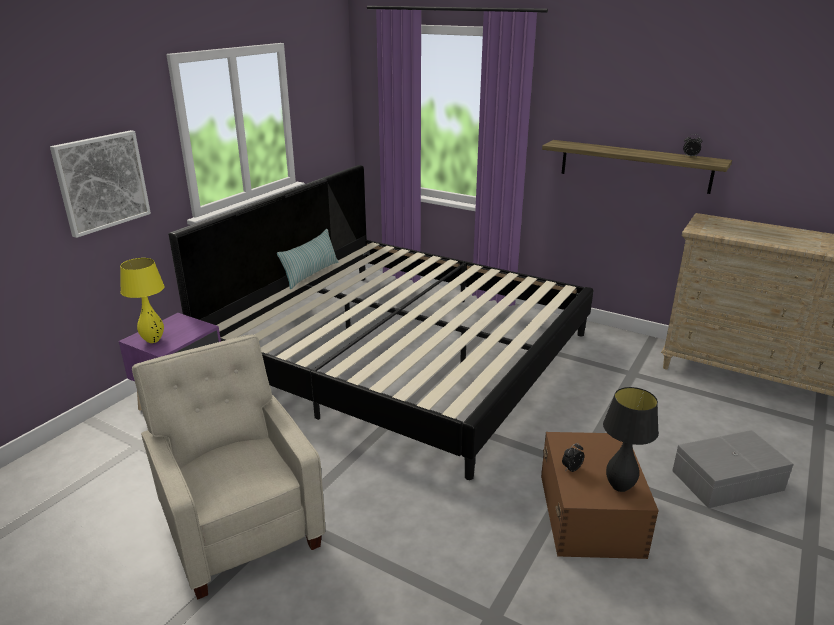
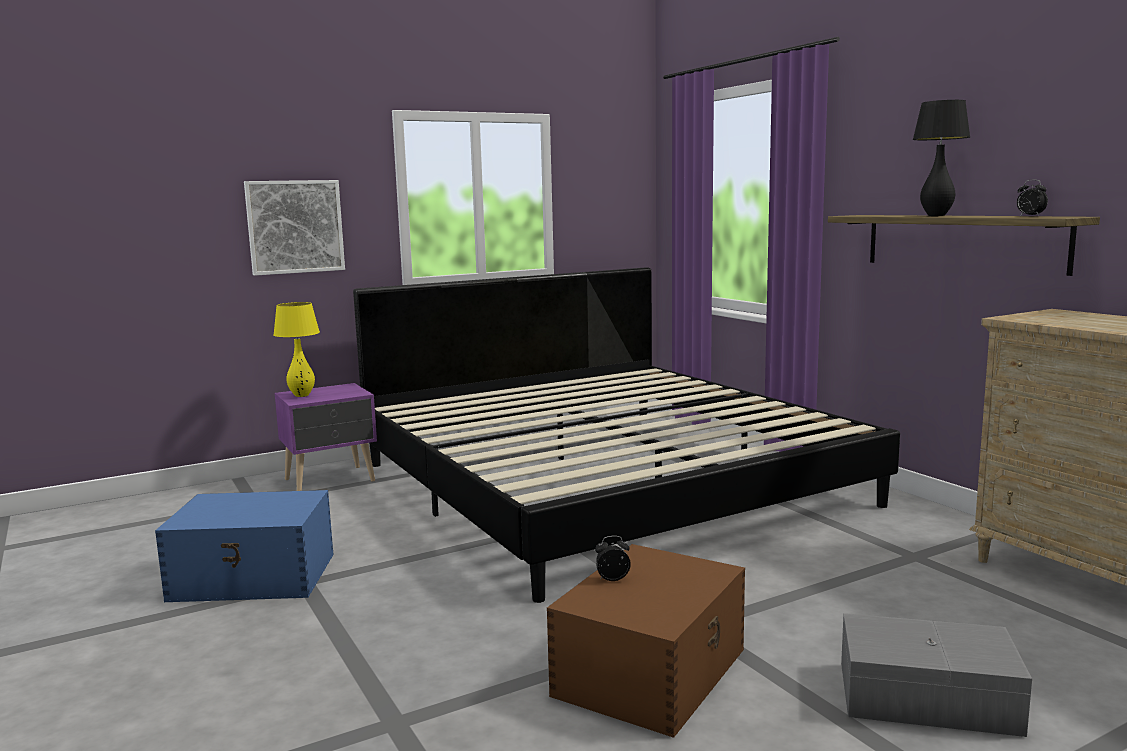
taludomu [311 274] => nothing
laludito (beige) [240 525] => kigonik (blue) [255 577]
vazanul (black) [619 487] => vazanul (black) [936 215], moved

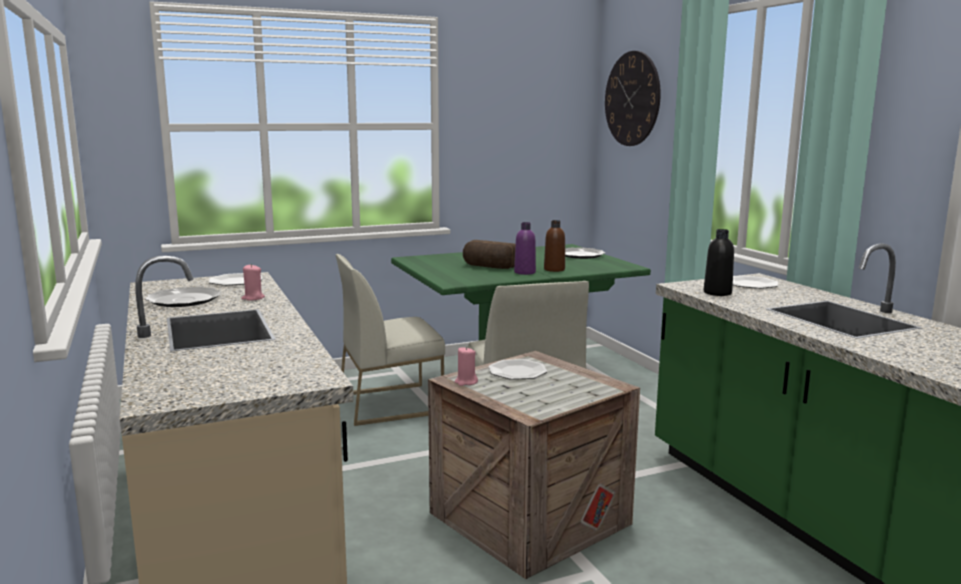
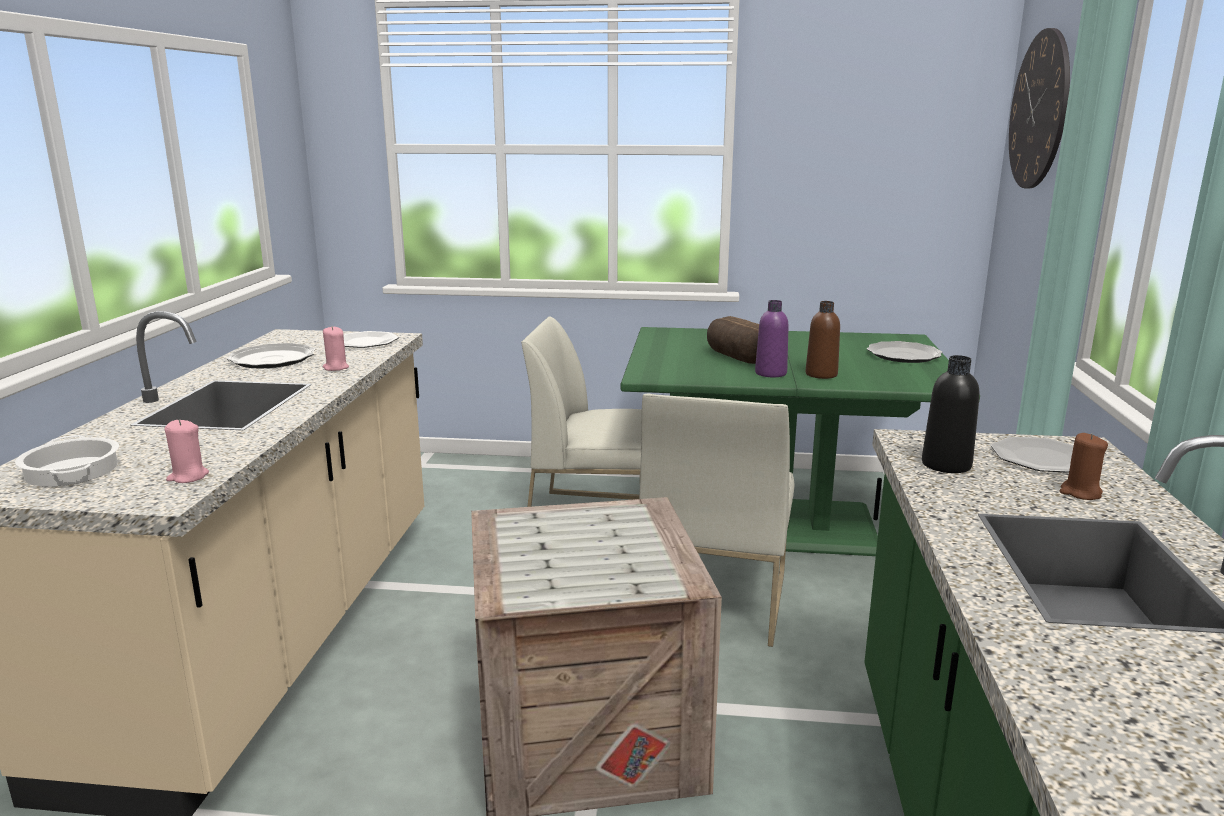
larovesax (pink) [466 382] => larovesax (pink) [188 477], moved
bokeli [517 371] => nothing
nothing => larovesax (brown) [1080 493]
nothing => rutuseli [73 470]

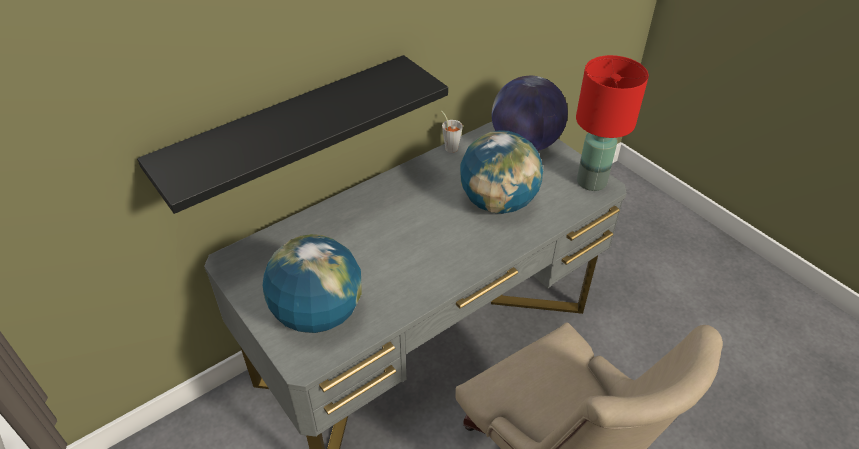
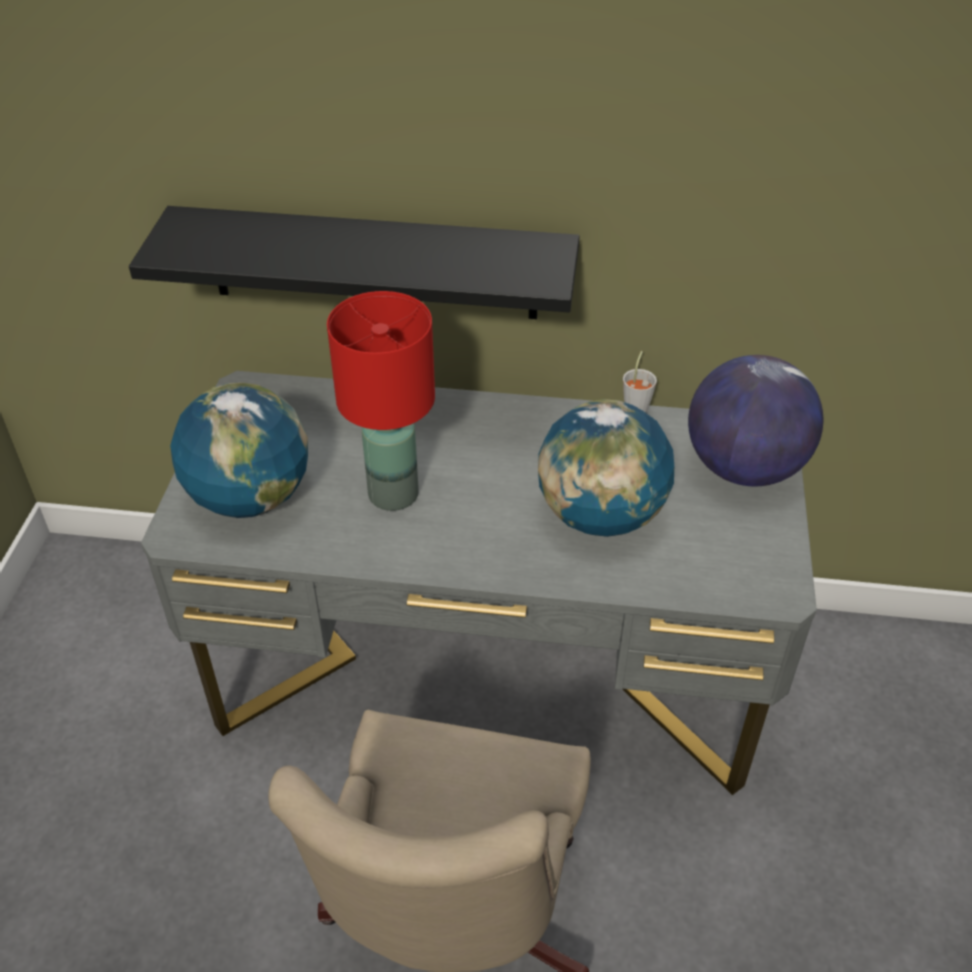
vazanul (red) [592 182] => vazanul (red) [393 495], moved

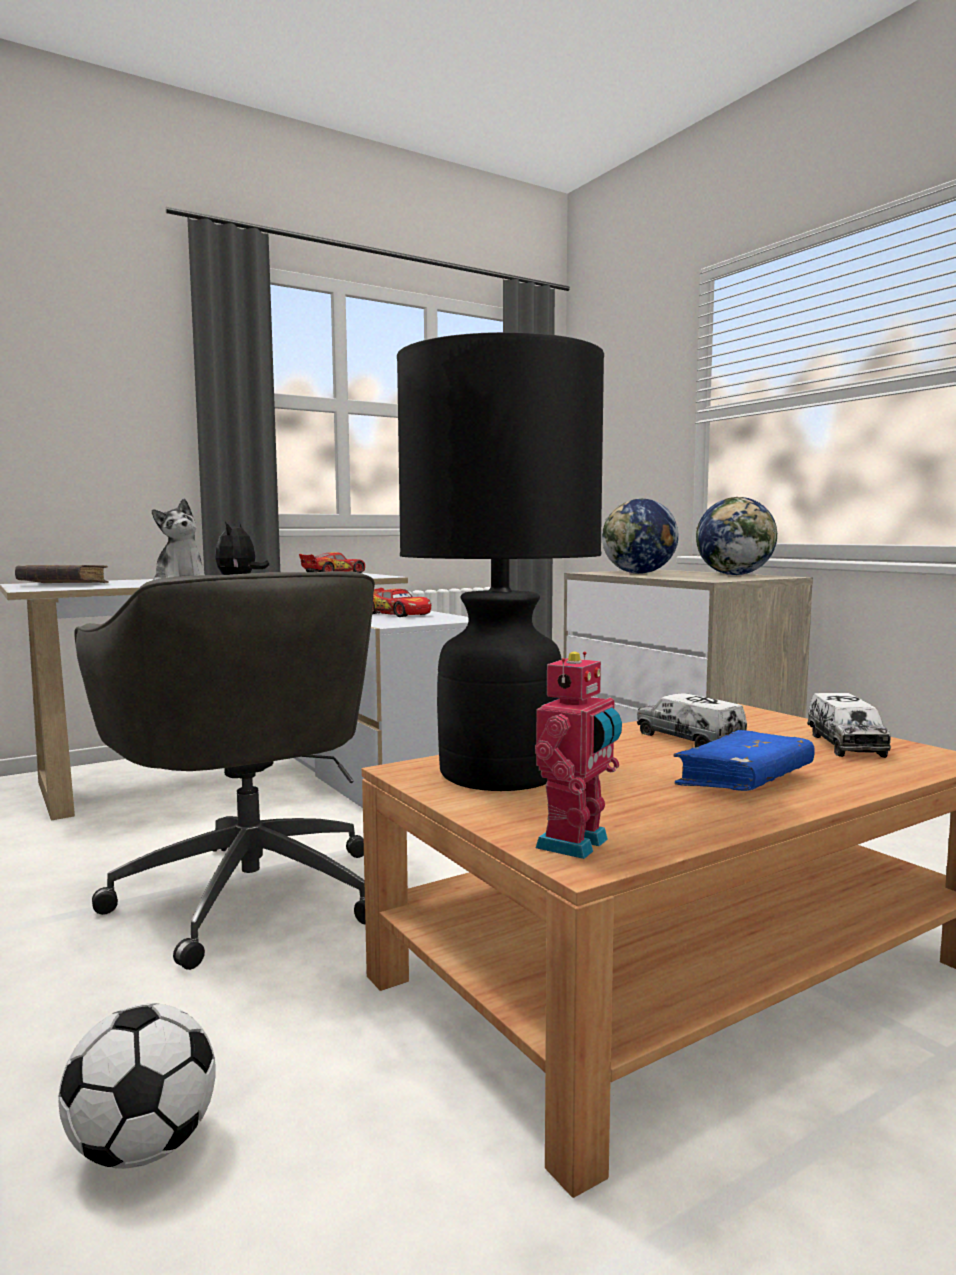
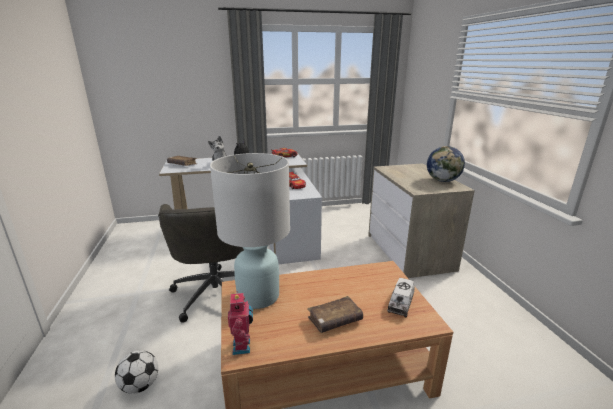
vazanul (black) [501 774] => vazanul (white) [258 296]
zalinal [639 573] => nothing
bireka [577 844] => bireka [243 346], 60 degrees counterclockwise
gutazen [689 739] => nothing
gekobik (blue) [744 779] => gekobik (brown) [335 320]

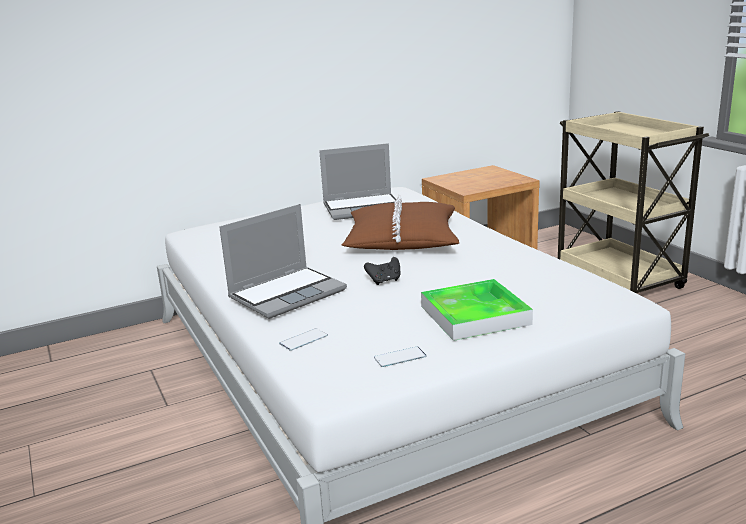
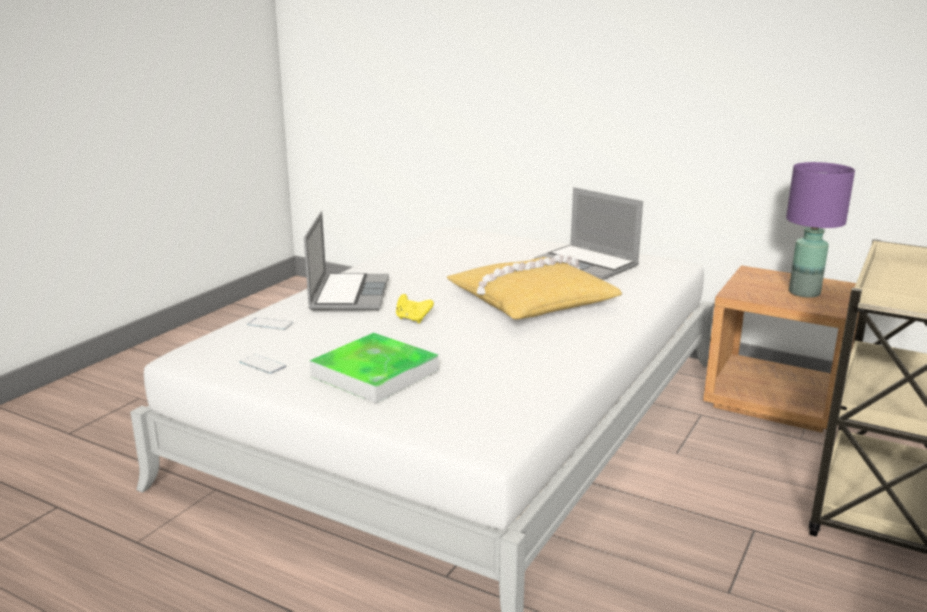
taludomu (brown) [402 239] => taludomu (yellow) [531 301]
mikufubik [288 293] => mikufubik [348 294], 105 degrees counterclockwise
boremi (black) [384 281] => boremi (yellow) [412 319]
nothing => vazanul (purple) [804 293]

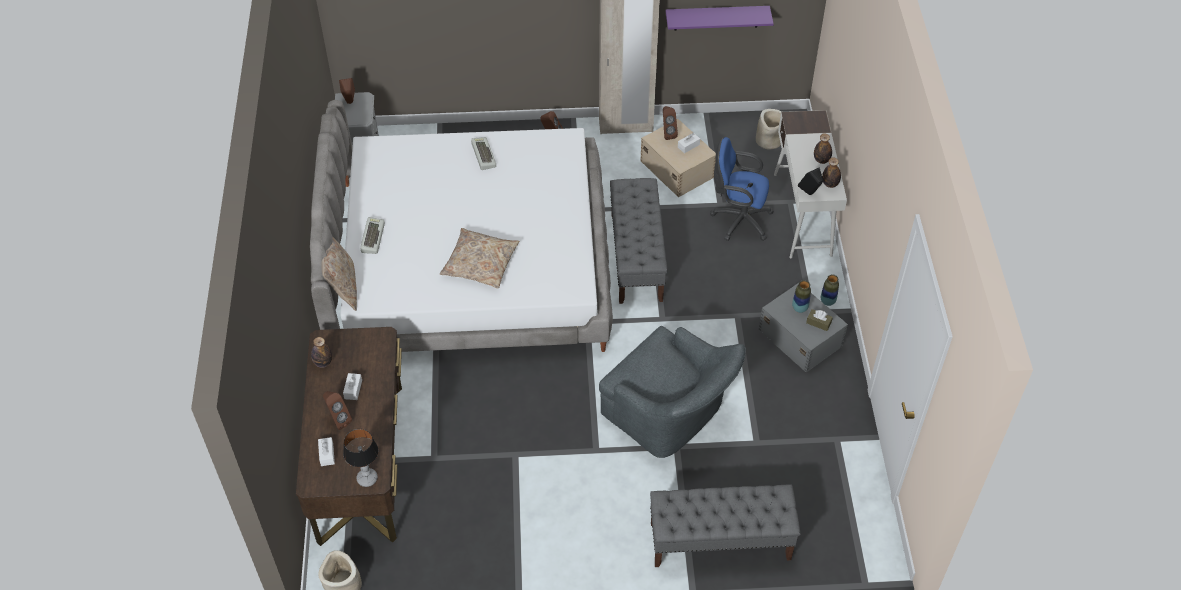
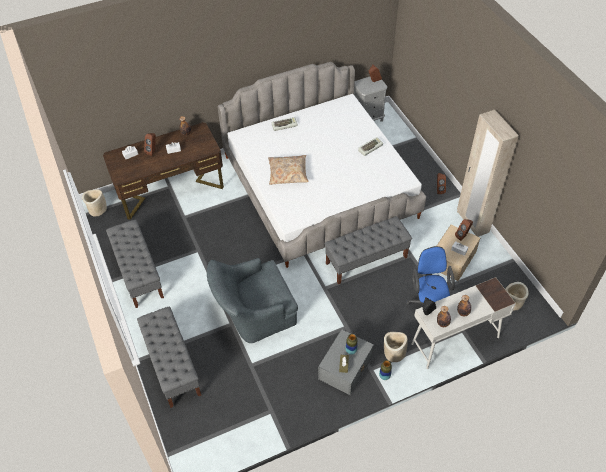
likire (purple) [716 17] => nothing
taludomu (beige) [342 287] => nothing
laludito (grey) [670 415] => laludito (grey) [253 314], 45 degrees clockwise
vazanul [366 479] => nothing
nothing => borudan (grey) [138 273]
nothing => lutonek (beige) [394 353]

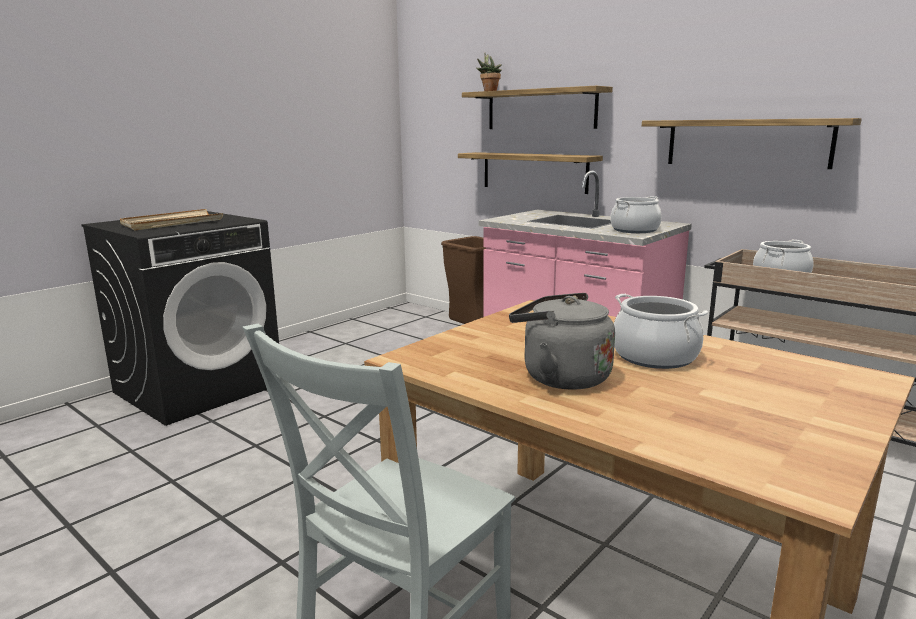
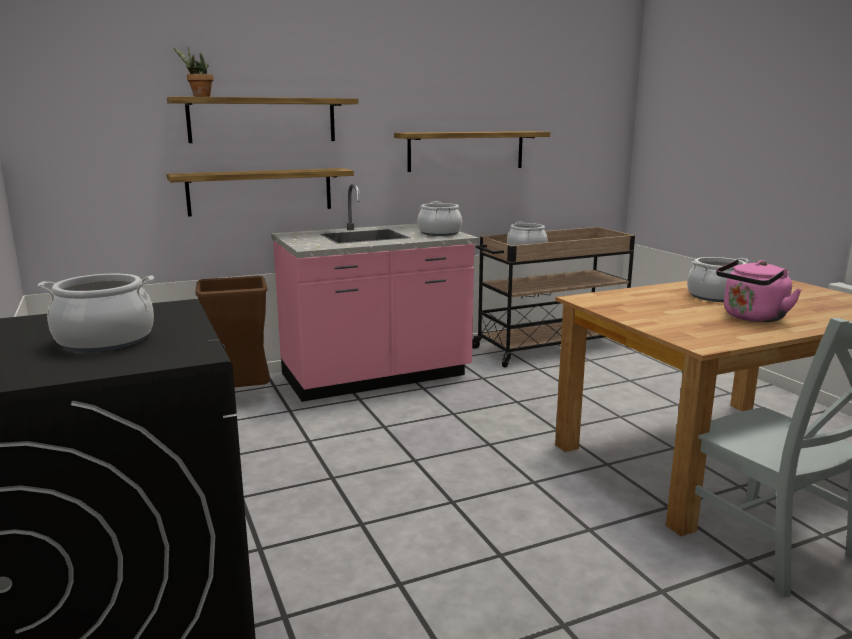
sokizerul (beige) [172 223] => rutuseli [105 340]
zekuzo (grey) [560 377] => zekuzo (pink) [752 318]

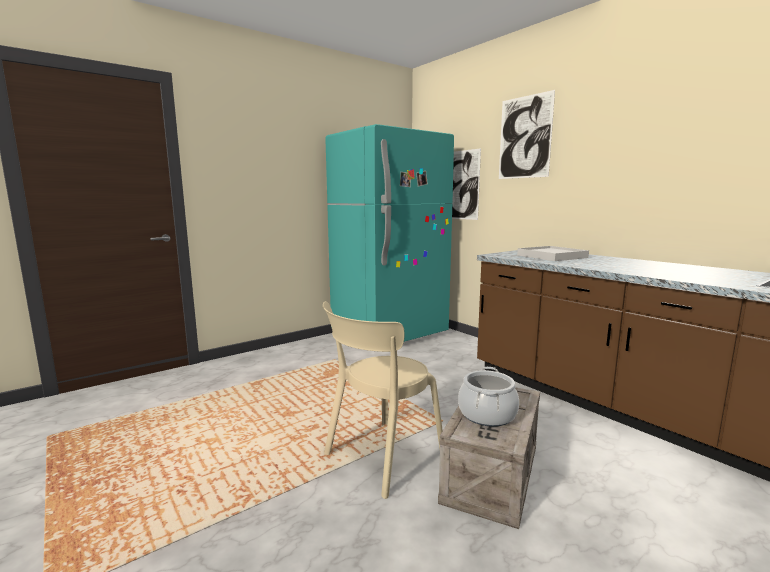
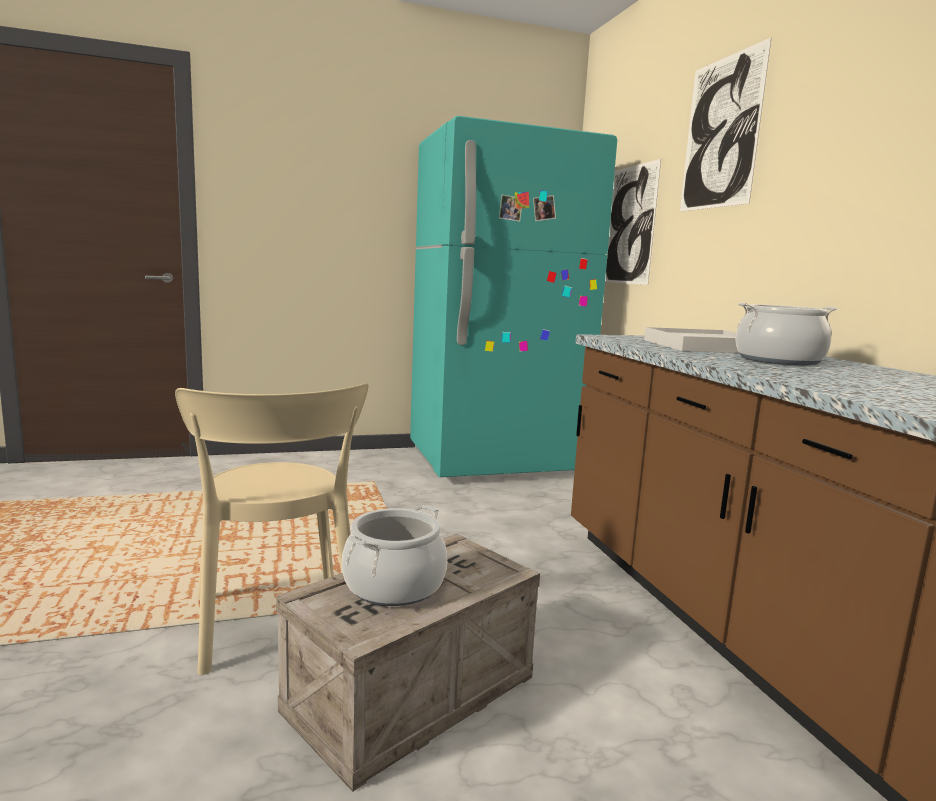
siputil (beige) [380 458] => siputil (beige) [276 625], 90 degrees counterclockwise
nothing => rutuseli [778 360]

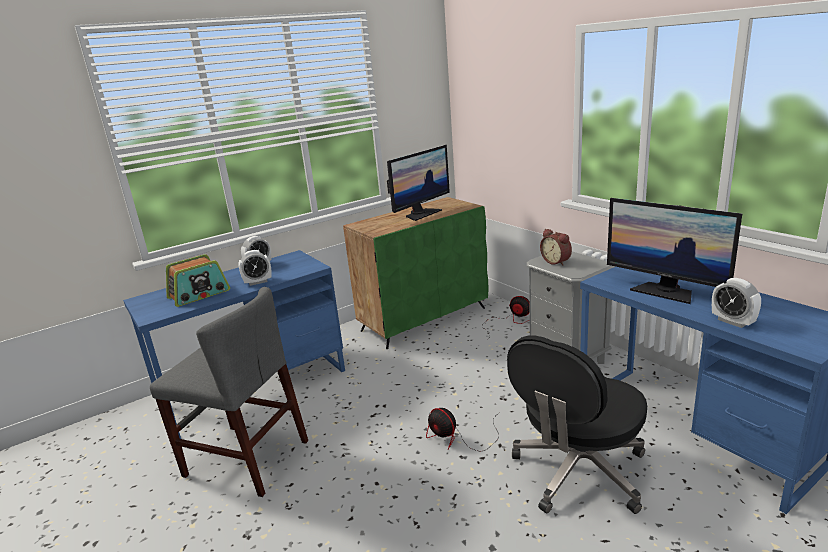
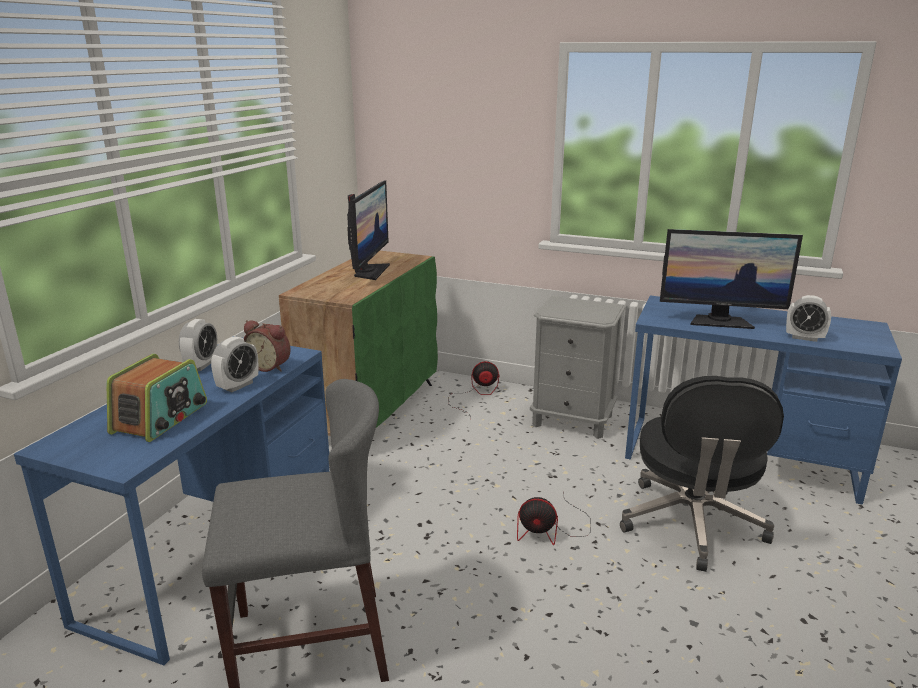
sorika [556 261] => sorika [270 366], moved

